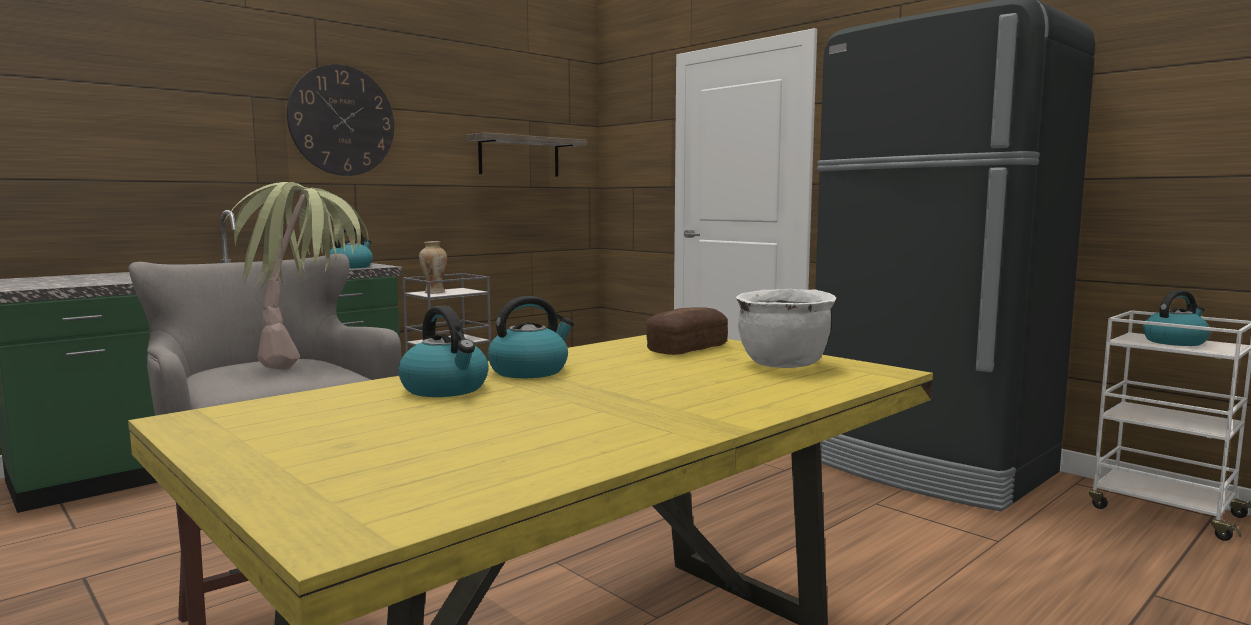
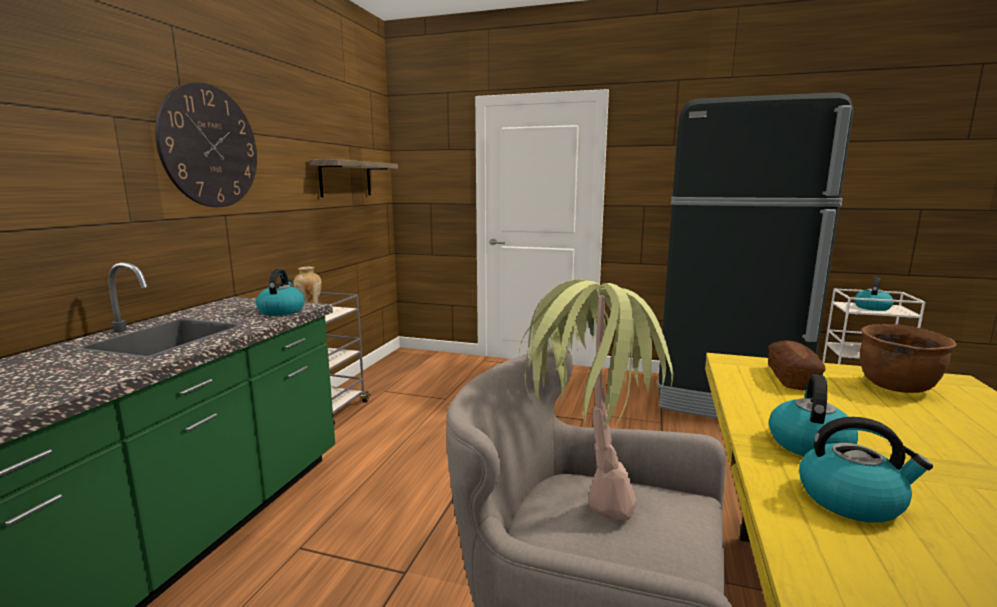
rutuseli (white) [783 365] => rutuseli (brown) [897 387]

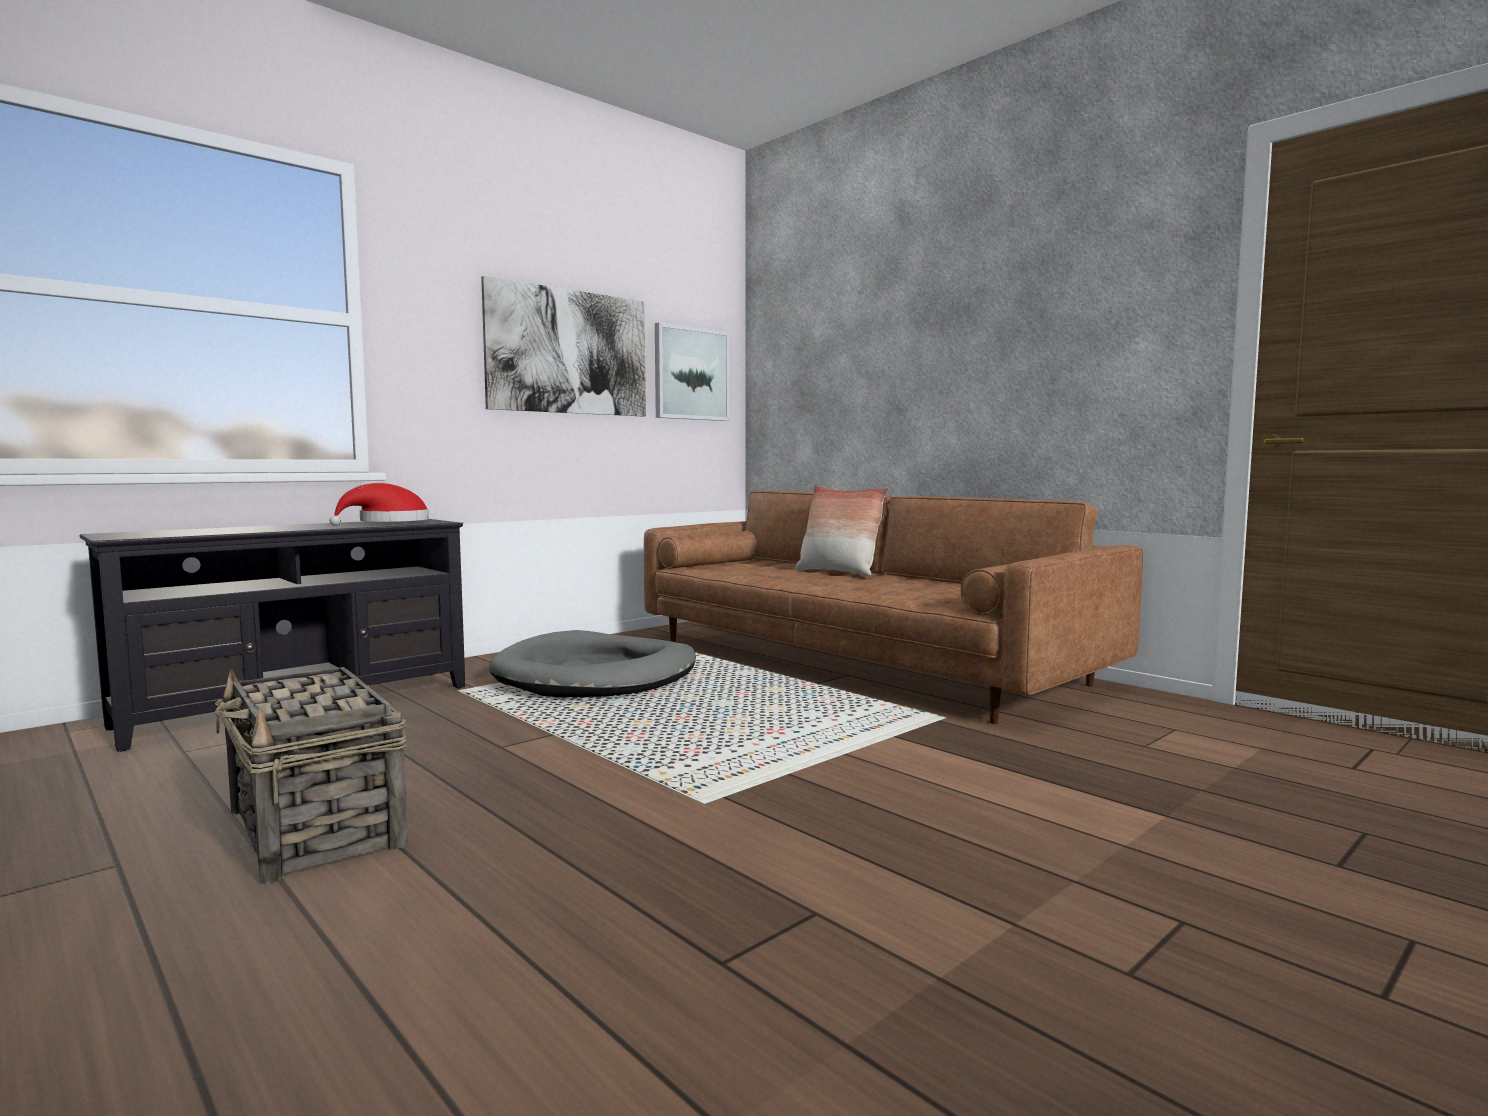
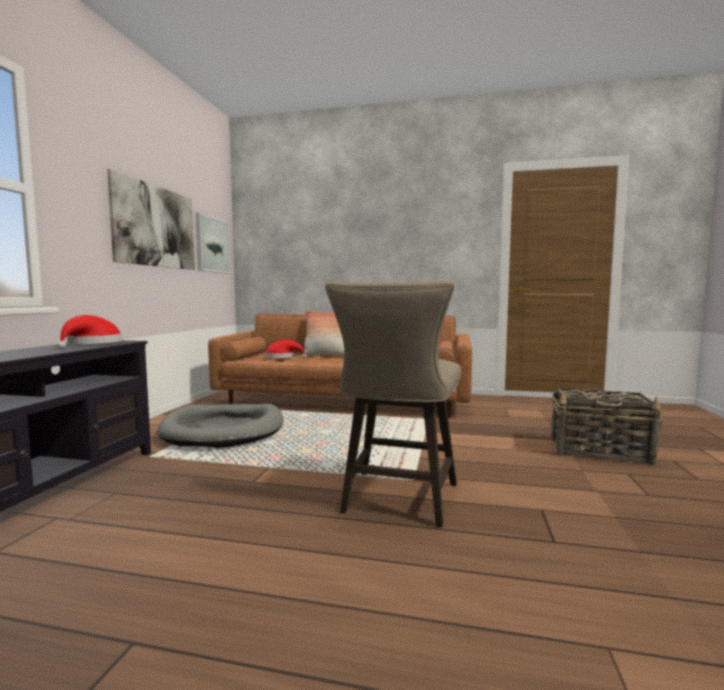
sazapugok [315 829] => sazapugok [600 451], moved
nothing => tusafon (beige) [397 501]
nothing => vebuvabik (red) [282 357]

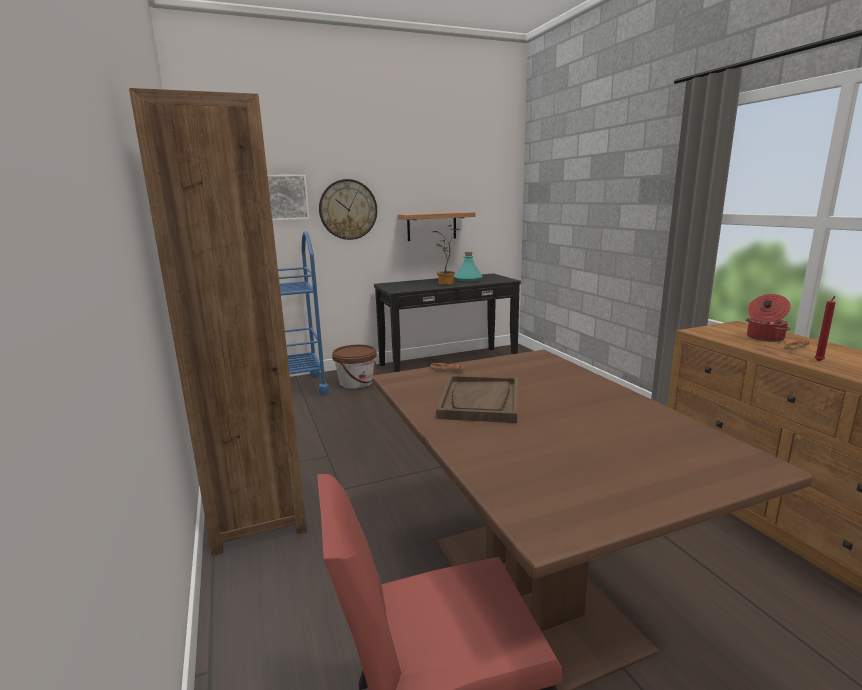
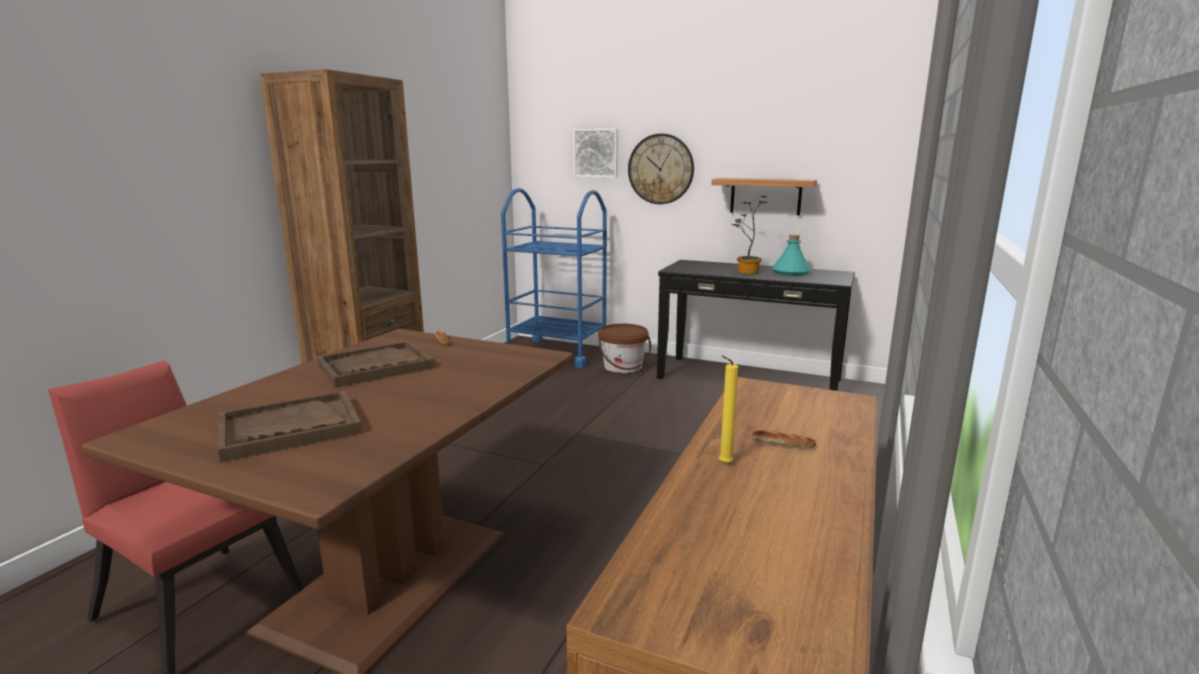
rutuseli [764 338] => nothing
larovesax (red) [819 361] => larovesax (yellow) [723 464]
nothing => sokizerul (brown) [289 428]

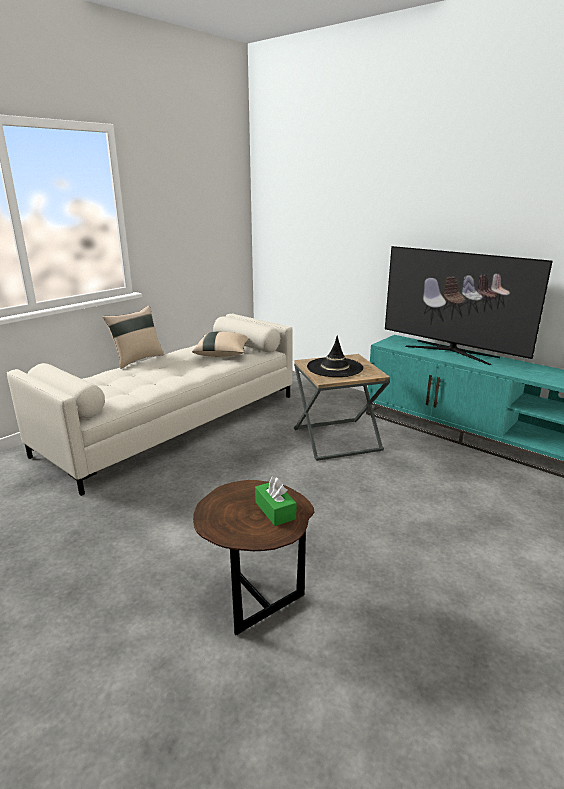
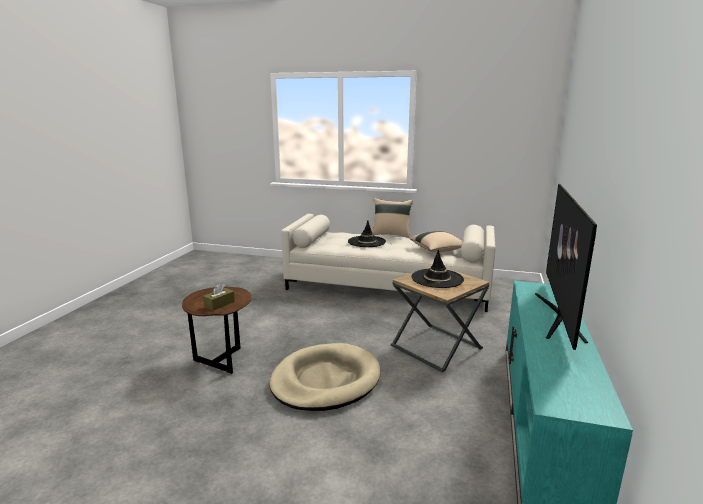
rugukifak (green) [275 510] => rugukifak (brown) [219 304]
nothing => vebuvabik (black) [366 242]
nothing => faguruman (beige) [325 381]

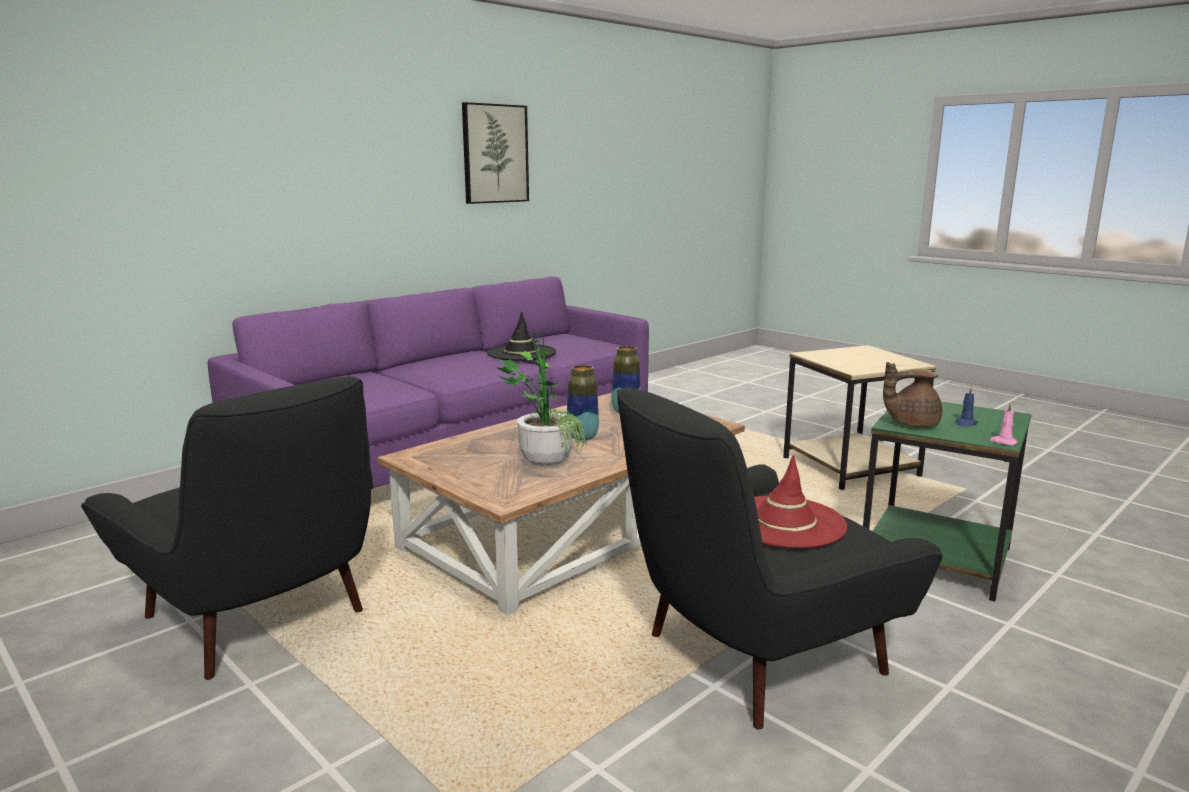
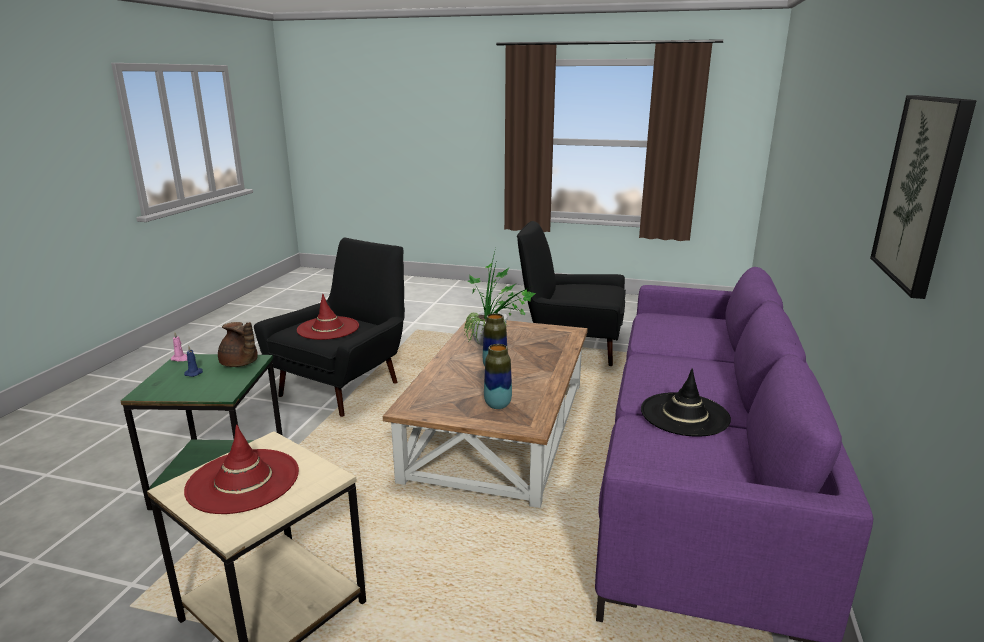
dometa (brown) [911 423] => dometa (brown) [240 364], 75 degrees clockwise
nothing => vebuvabik (red) [243 481]

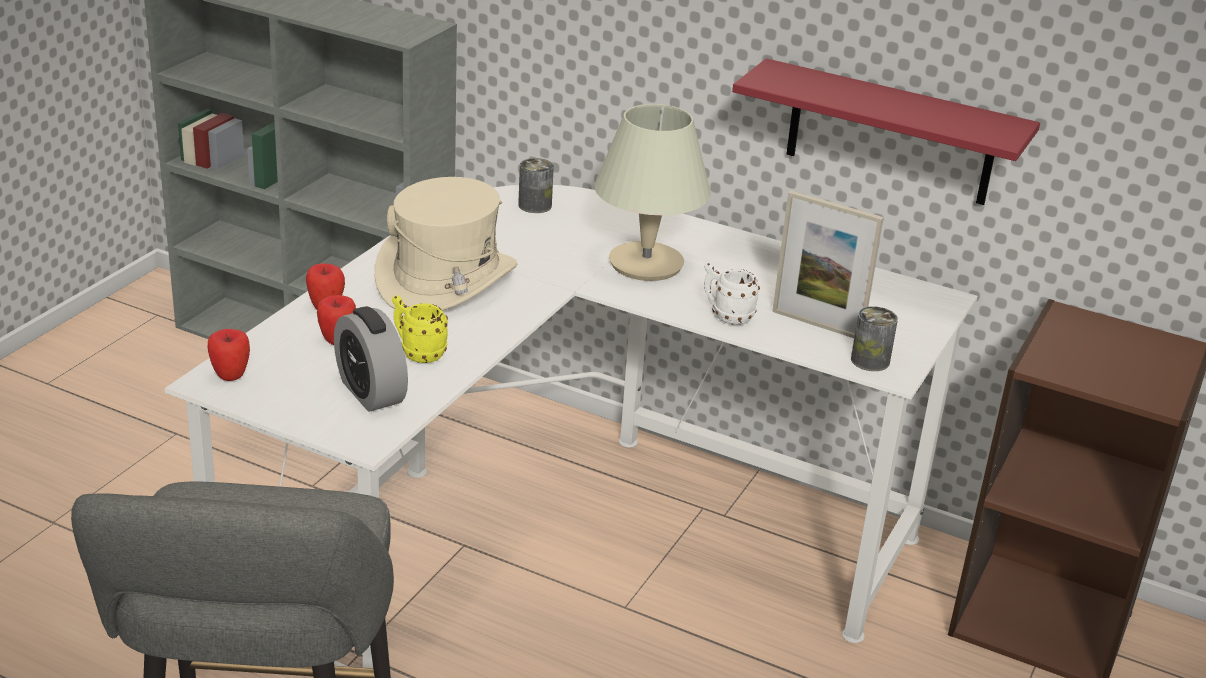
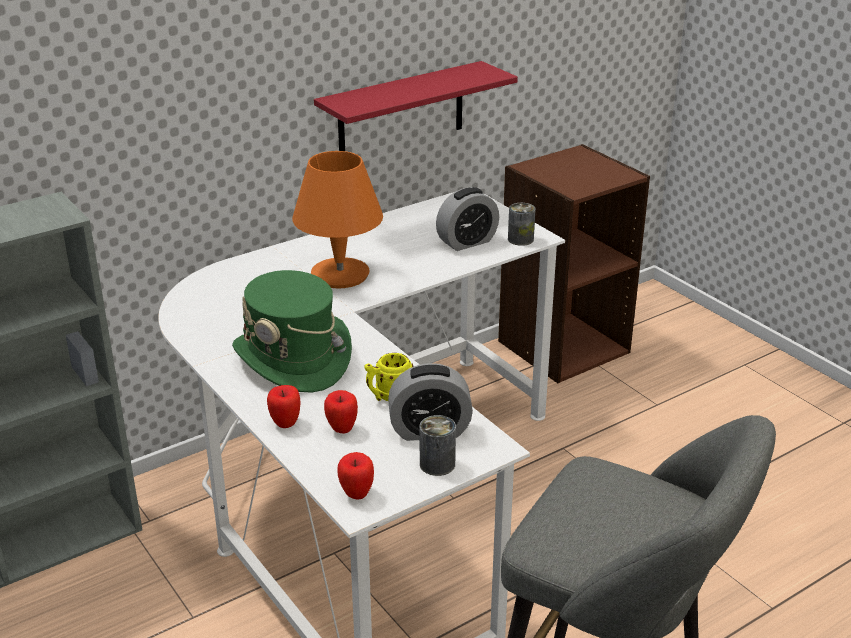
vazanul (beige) [645 263] => vazanul (orange) [339 275]
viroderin [535 205] => viroderin [437 464], moved
vebuvabik (beige) [446 281] => vebuvabik (green) [293 359]
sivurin [817 324] => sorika [467 242]
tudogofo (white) [726 315] => nothing

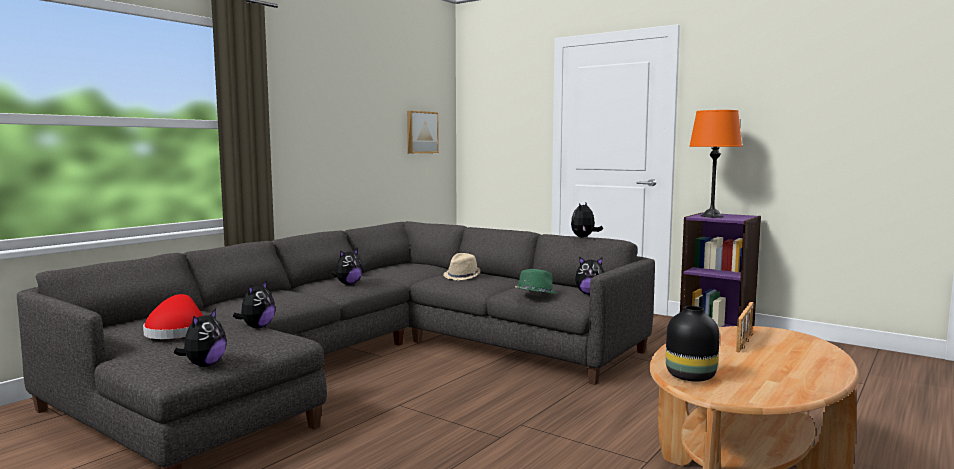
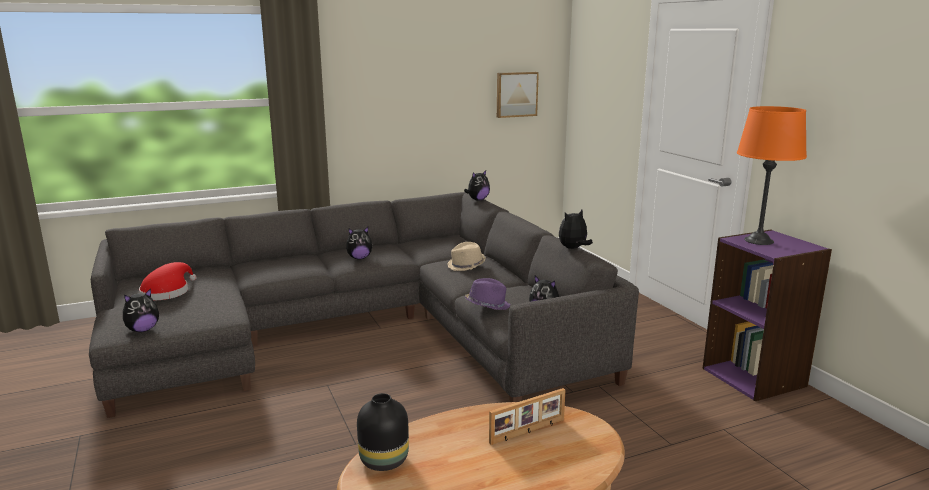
vebuvabik (green) [535 294] => vebuvabik (purple) [487 305]
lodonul [257 327] => lodonul [477 200], moved

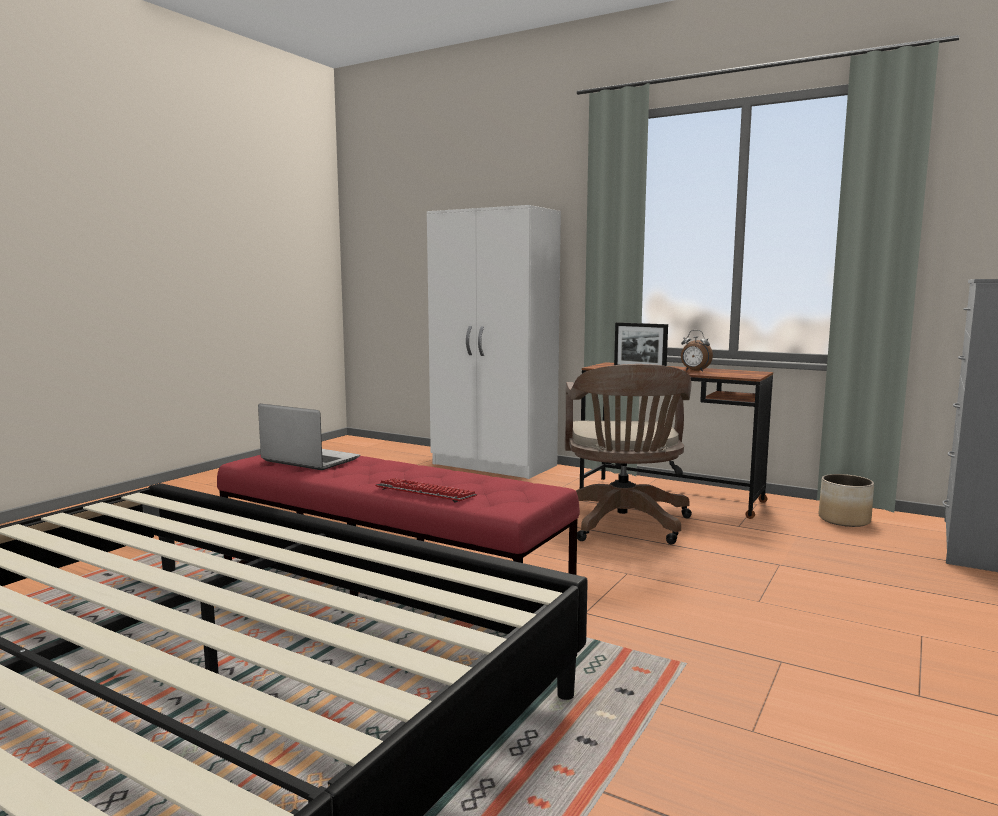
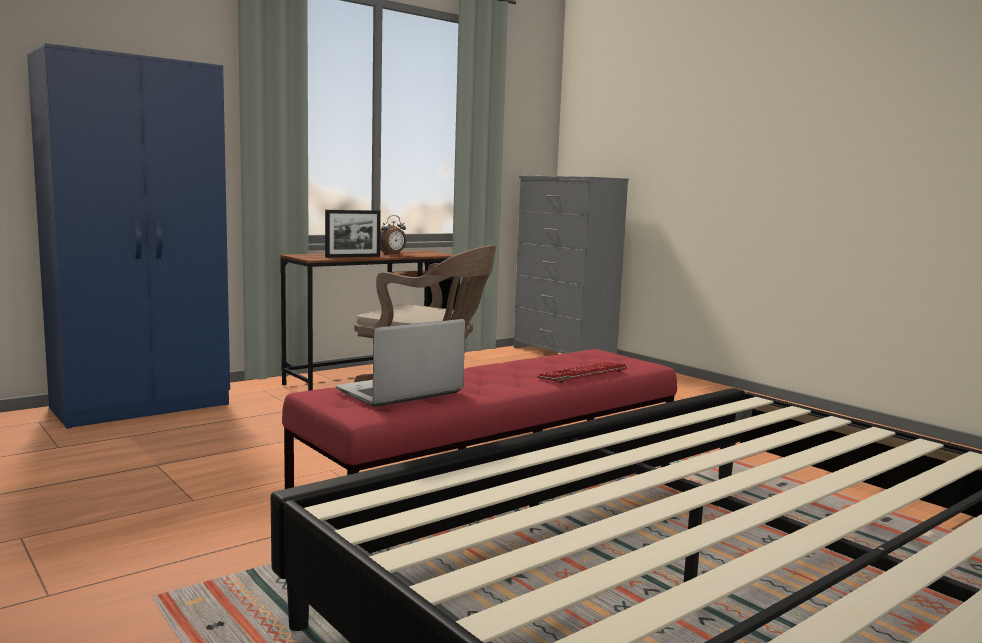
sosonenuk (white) [494 465] => sosonenuk (blue) [143 406]
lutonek [844 520] => nothing

